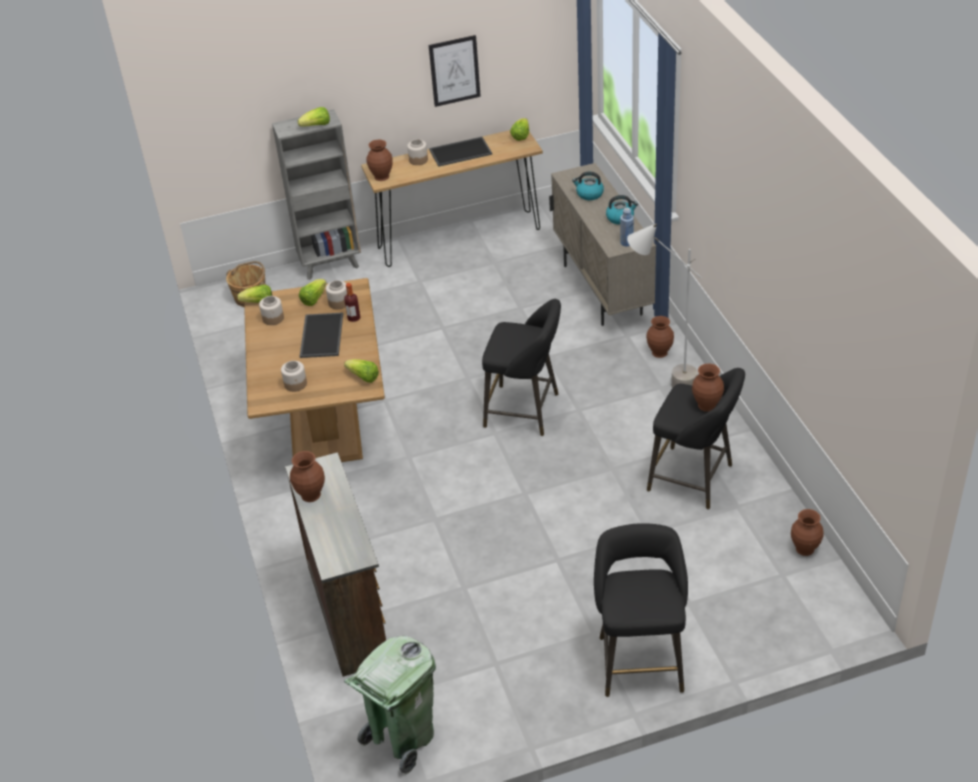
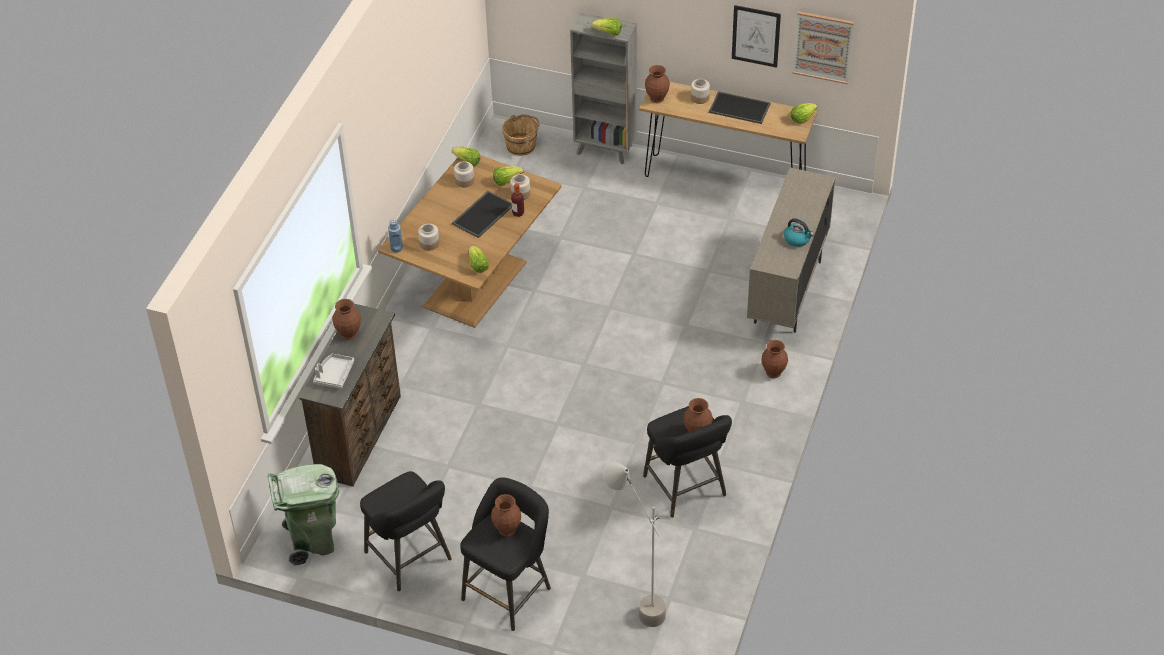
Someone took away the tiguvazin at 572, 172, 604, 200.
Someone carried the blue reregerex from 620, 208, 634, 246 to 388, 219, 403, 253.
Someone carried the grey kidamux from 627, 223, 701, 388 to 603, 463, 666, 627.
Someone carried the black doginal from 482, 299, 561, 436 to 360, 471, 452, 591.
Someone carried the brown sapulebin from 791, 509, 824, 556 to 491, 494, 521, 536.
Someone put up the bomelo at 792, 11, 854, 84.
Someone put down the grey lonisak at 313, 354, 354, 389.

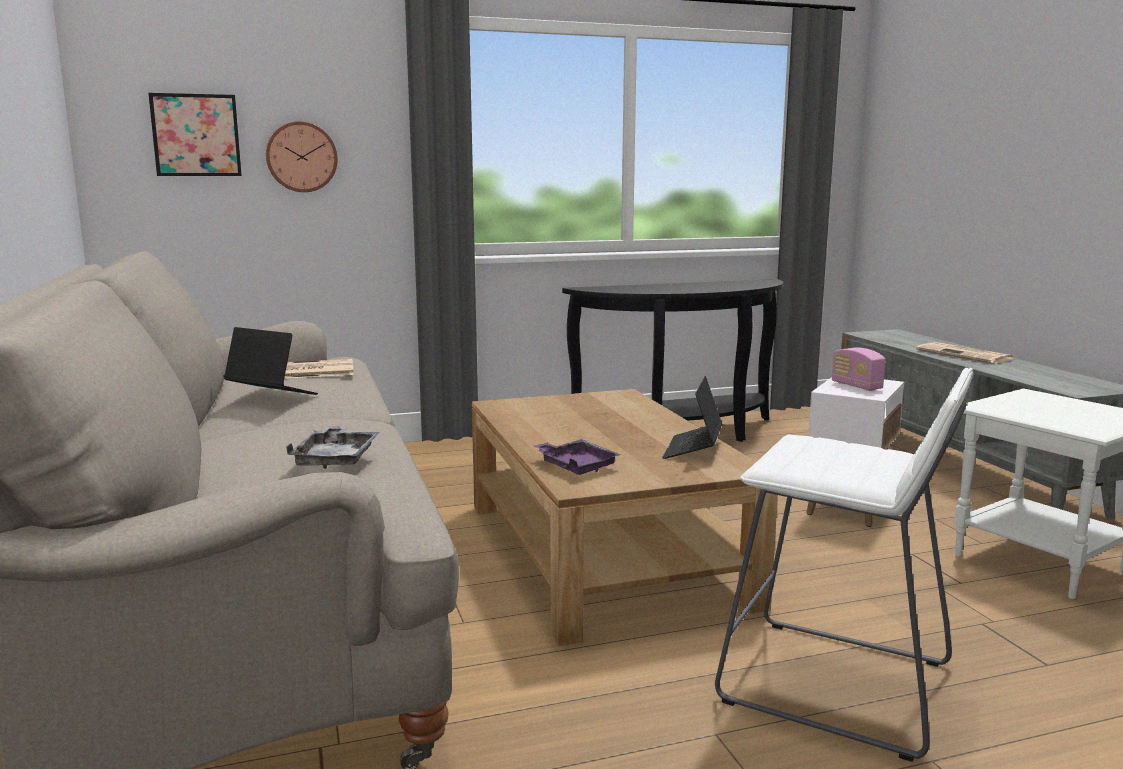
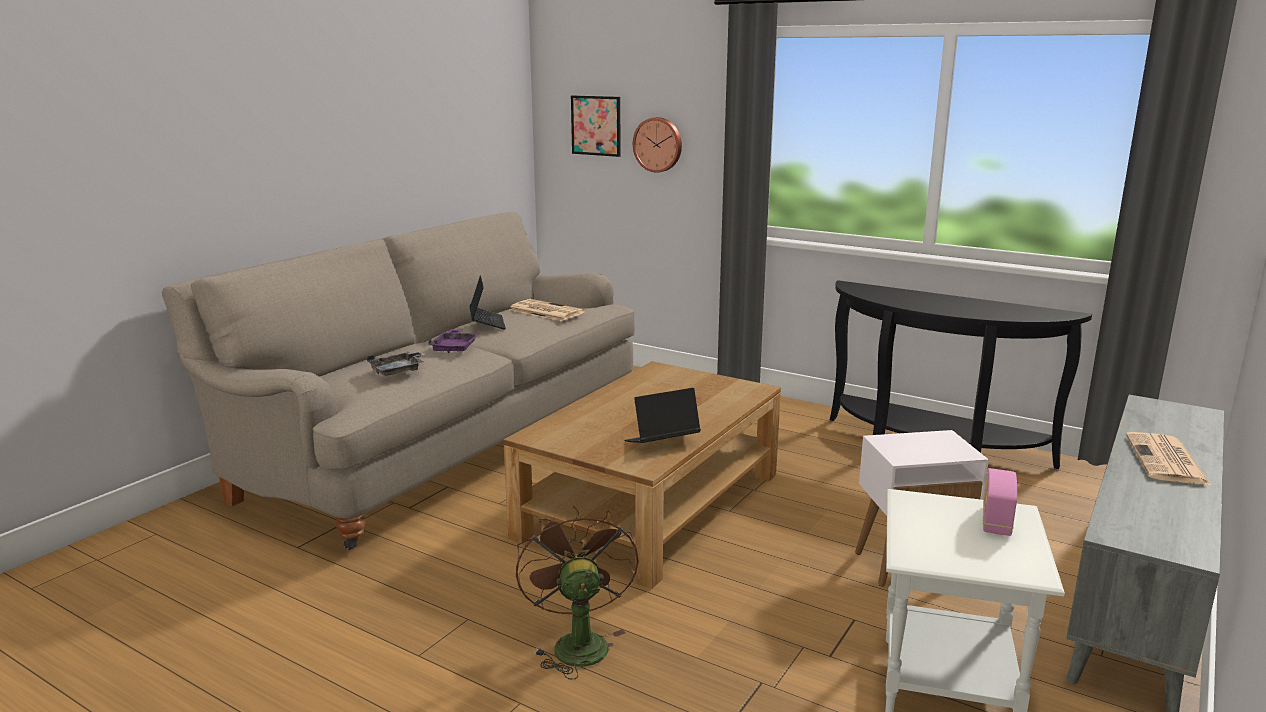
Someone carried the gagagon from 832, 347, 886, 391 to 983, 468, 1017, 536.
Someone swapped the white doginal at 715, 368, 973, 762 for the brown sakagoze at 516, 506, 639, 680.
Someone carried the purple lonisak from 533, 439, 621, 475 to 428, 329, 480, 353.

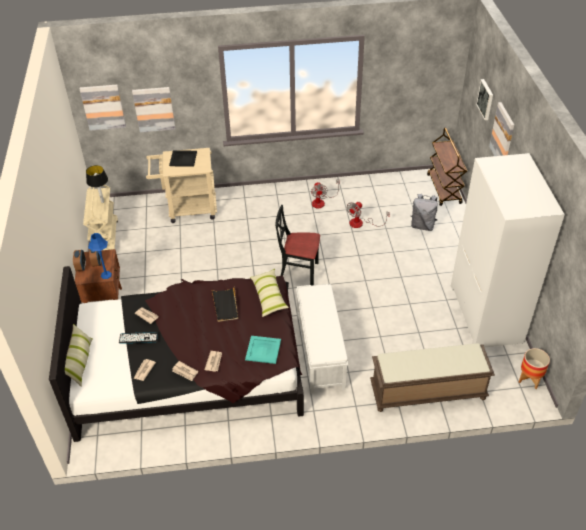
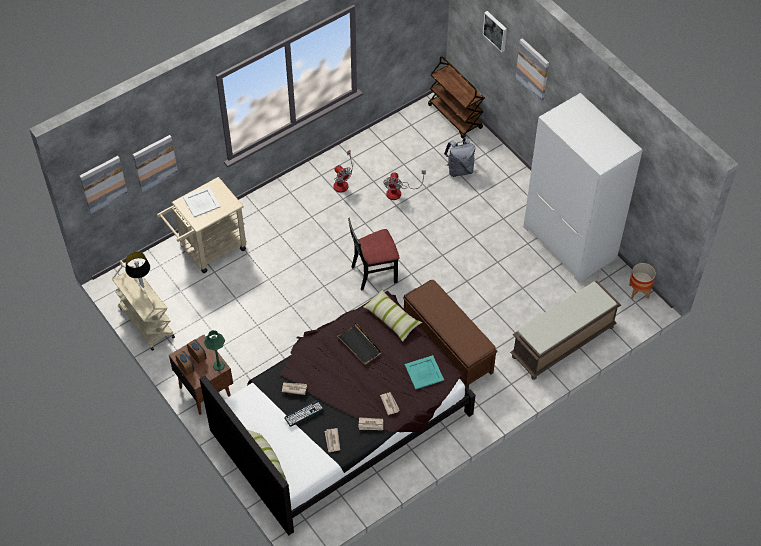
Someone repainted the black lonisak at 169, 150, 197, 167, which became the white lonisak at 183, 187, 220, 217.
Someone repainted the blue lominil at 88, 233, 112, 279, which became the green lominil at 204, 330, 225, 371.
Someone repainted the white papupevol at 296, 284, 348, 394, which became the brown papupevol at 403, 280, 498, 388.

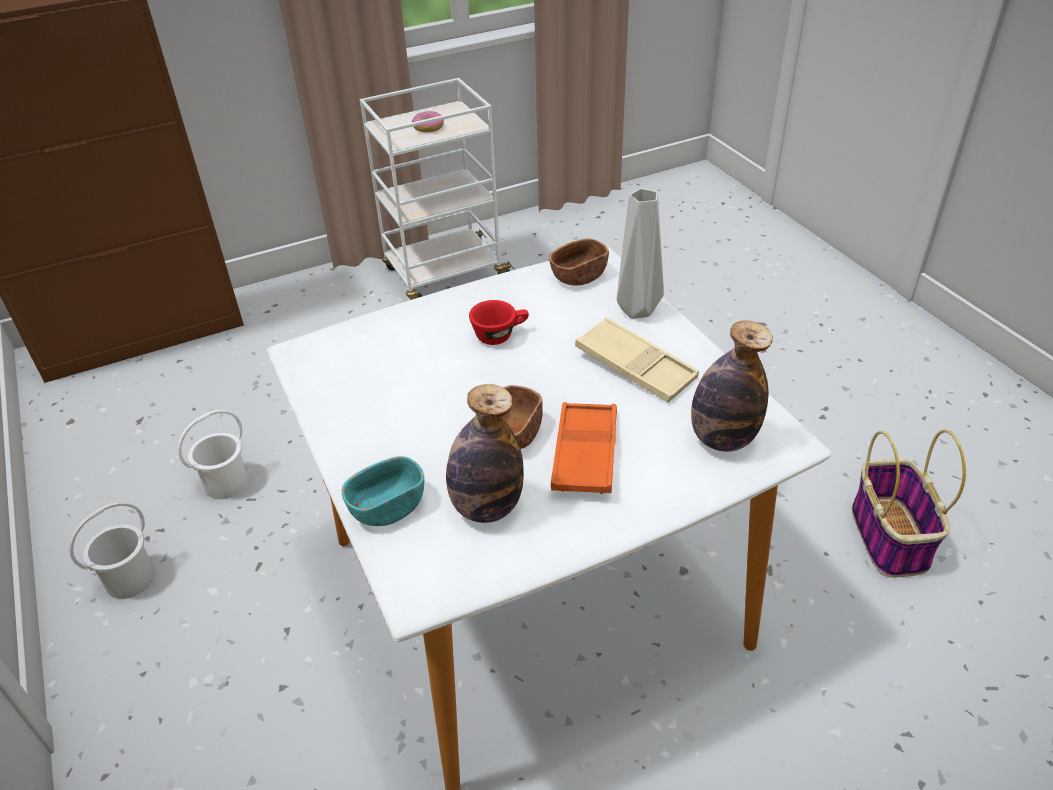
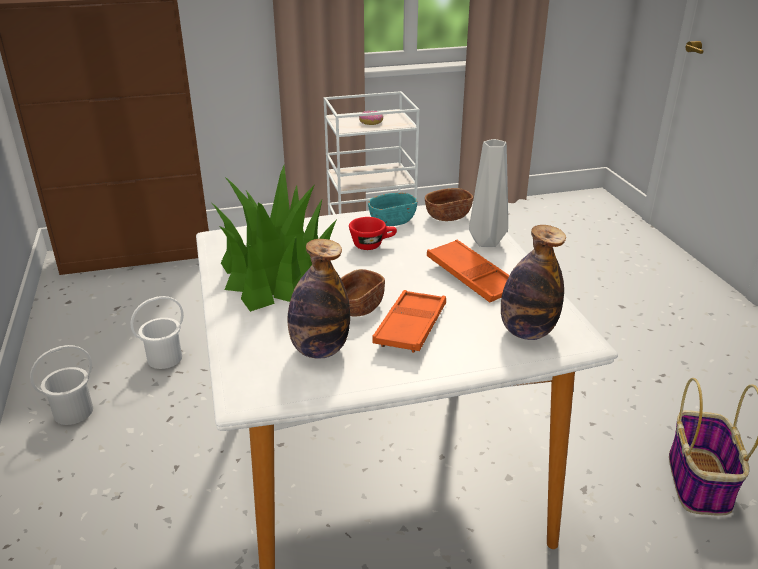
Someone repainted the beige lonisak at 575, 317, 699, 403, which became the orange lonisak at 427, 240, 509, 302.
Someone carried the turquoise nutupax from 342, 456, 424, 526 to 368, 192, 417, 226.
Someone put down the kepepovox at 212, 166, 337, 312.

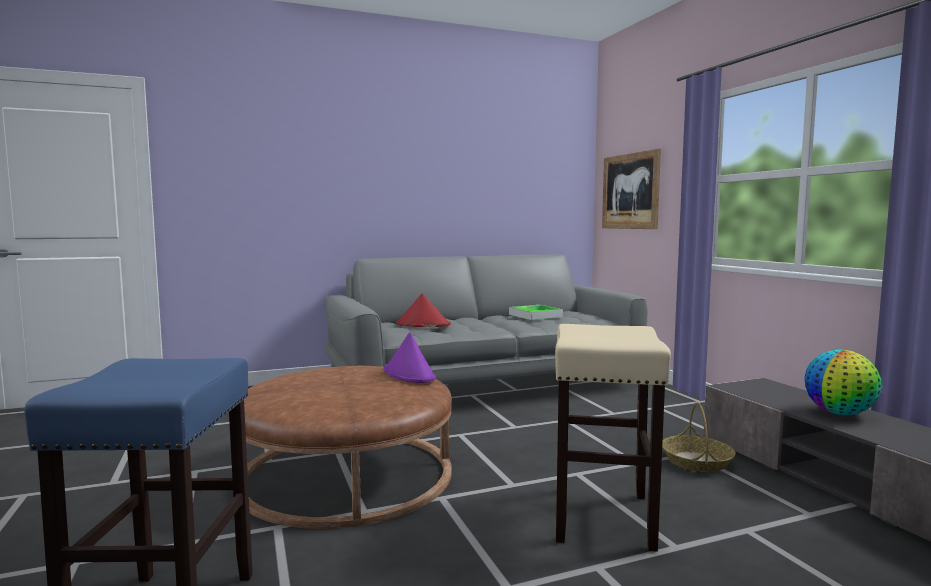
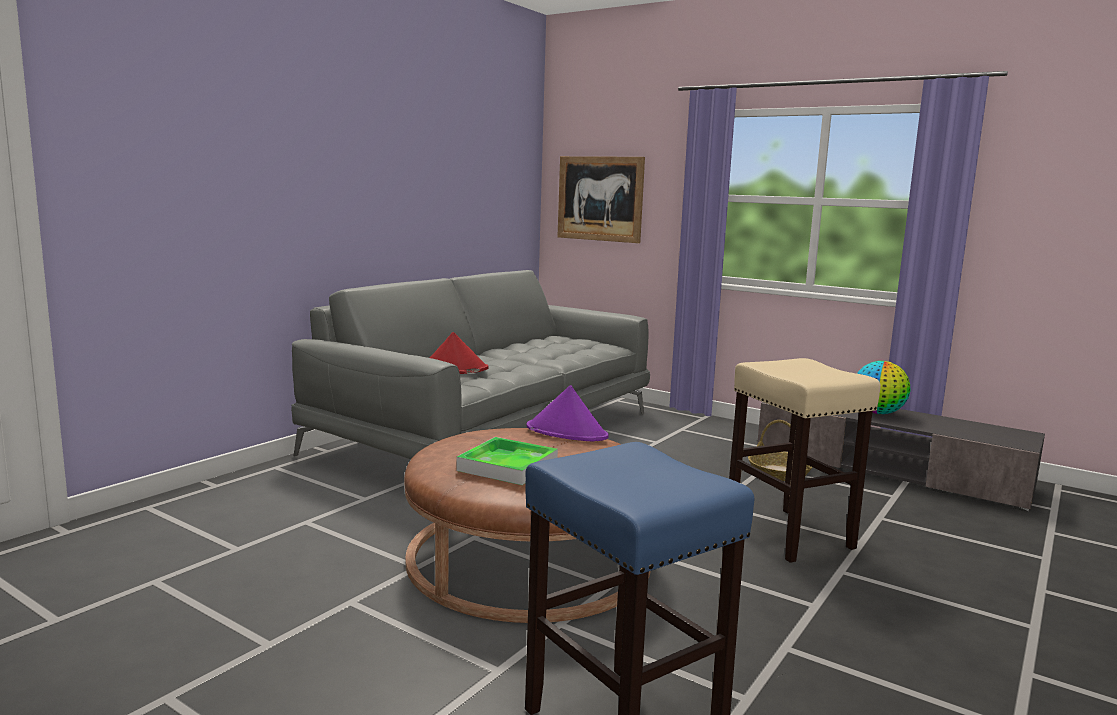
Someone carried the lonisak from 509, 305, 563, 320 to 456, 437, 558, 485.

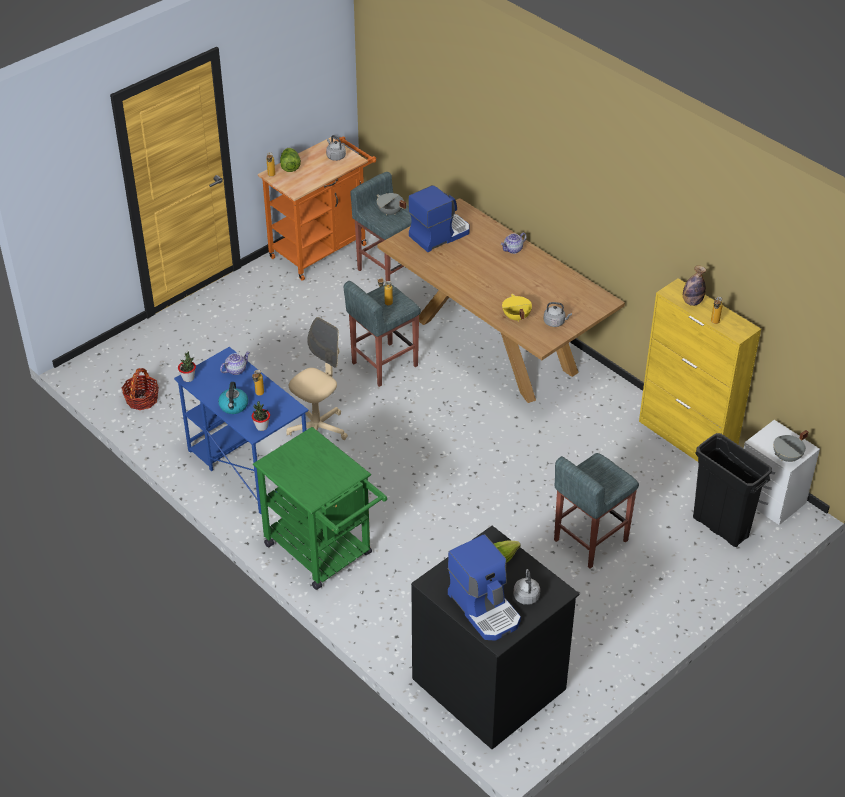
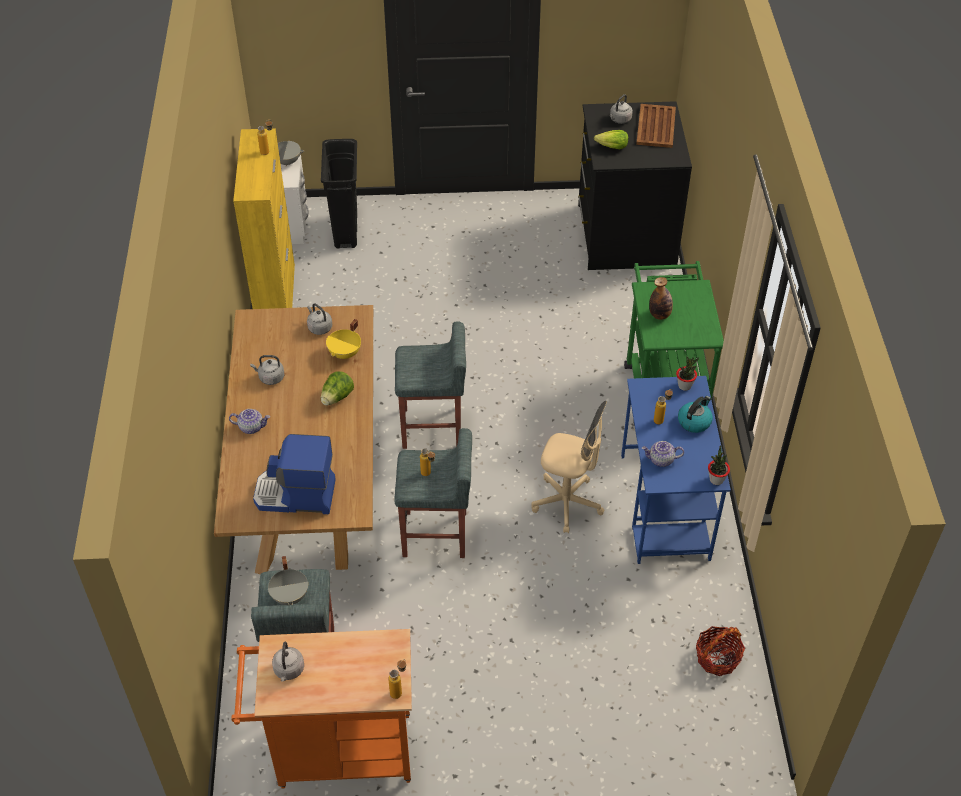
Someone carried the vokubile from 280, 148, 301, 172 to 321, 371, 354, 405.
Someone carried the reregerex from 683, 265, 706, 306 to 649, 277, 673, 320.
Someone rotated the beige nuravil at 286, 317, 348, 440 by 150 degrees counterclockwise.
Someone carried the grey doginal from 554, 453, 639, 568 to 395, 321, 466, 449.
Someone swapped the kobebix at 448, 534, 521, 641 for the brown lonisak at 636, 104, 676, 148.
Someone put down the grey tiguvazin at 250, 355, 284, 385.

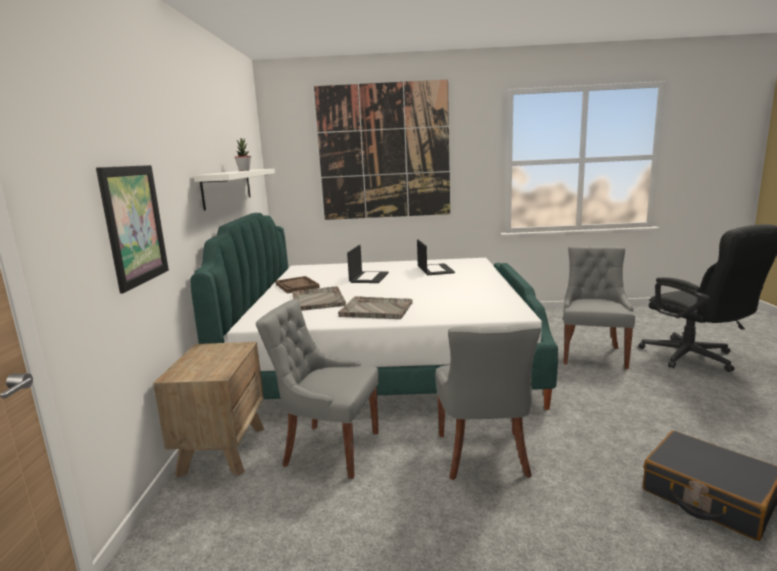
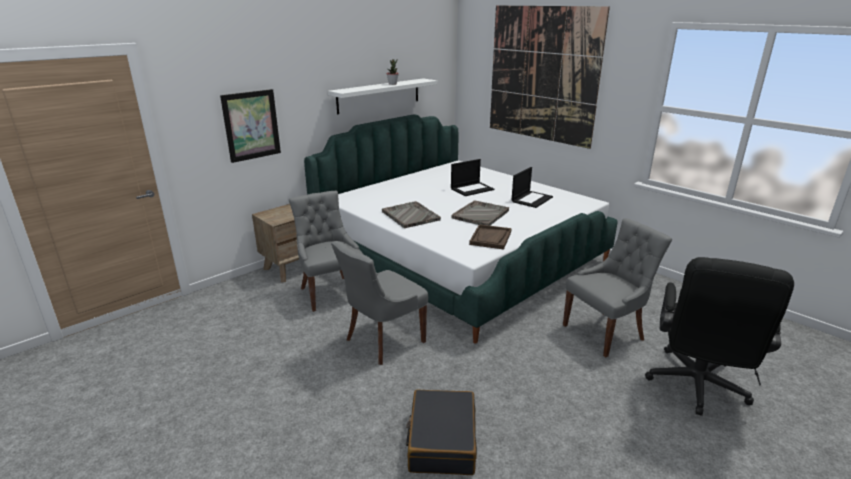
Someone carried the brown lonisak from 275, 276, 320, 294 to 469, 224, 512, 249.
Someone carried the grey lonisak from 292, 286, 346, 311 to 452, 200, 509, 226.

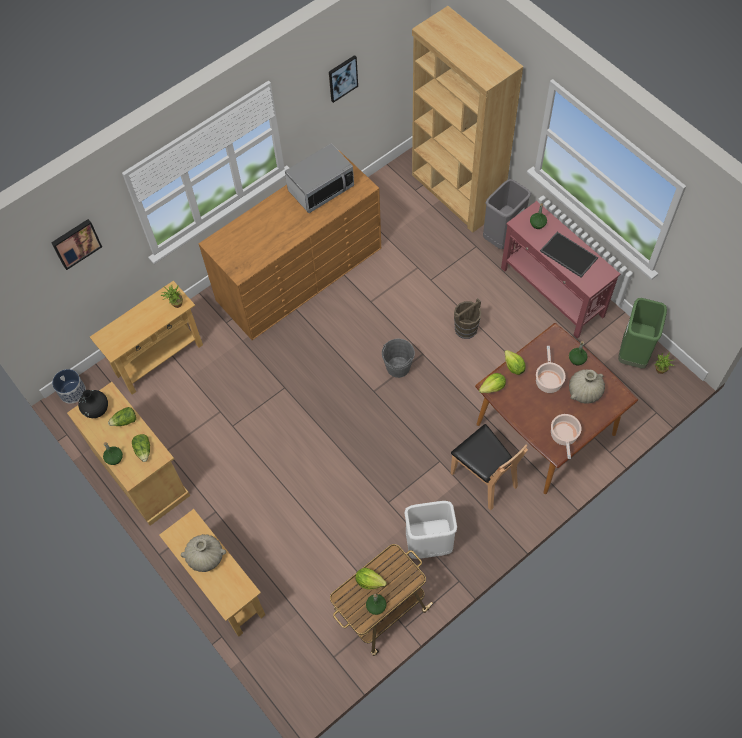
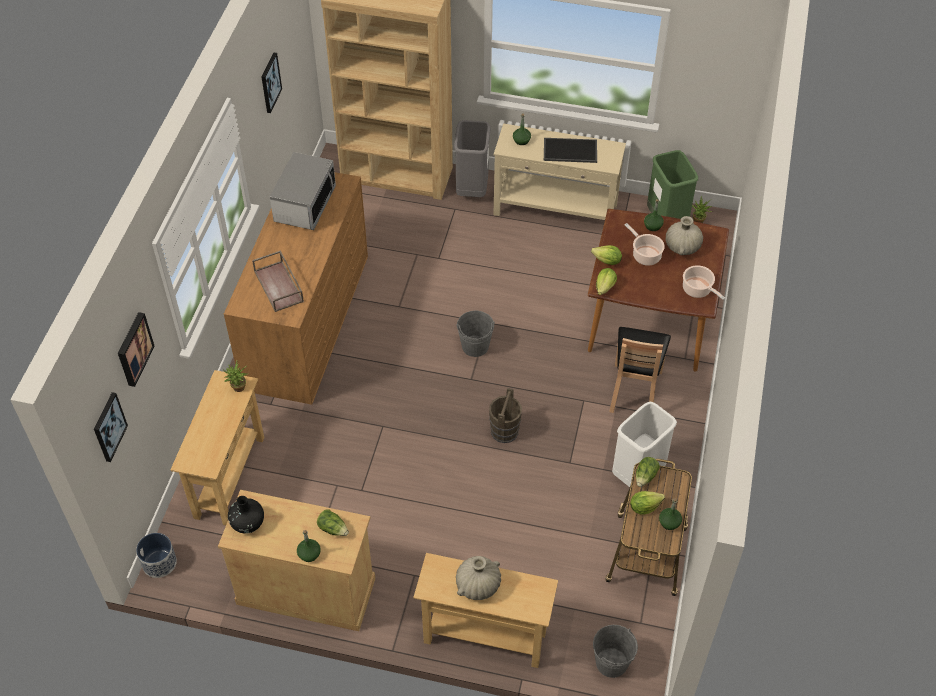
Someone repainted the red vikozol at 501, 201, 620, 339, which became the beige vikozol at 493, 123, 626, 220.
Someone carried the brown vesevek from 454, 298, 481, 339 to 489, 388, 522, 443.
Someone carried the vokubile from 108, 407, 136, 426 to 636, 457, 660, 487.
Someone rotated the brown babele at 450, 424, 528, 510 by 90 degrees clockwise.
Someone put down the brown lonisak at 252, 250, 304, 312.
Someone put up the bomelo at 94, 392, 128, 462.
Someone put down the grey vesevek at 593, 625, 638, 678.

